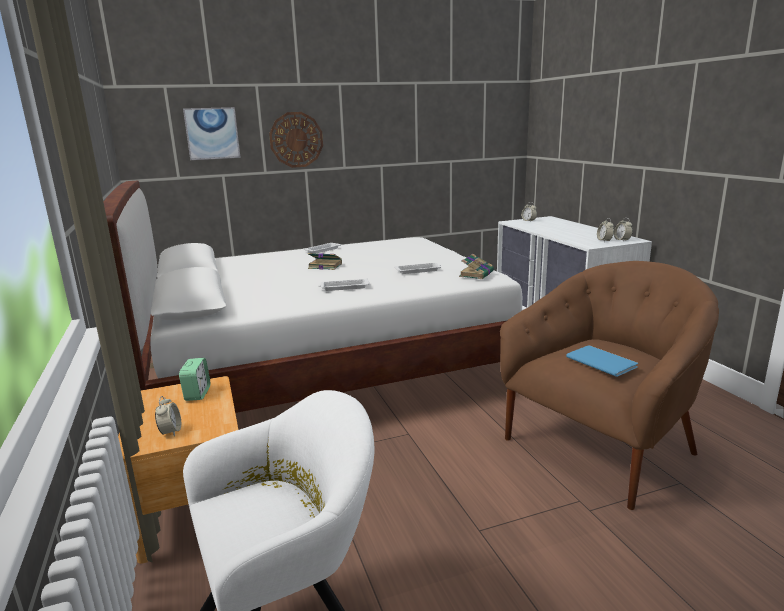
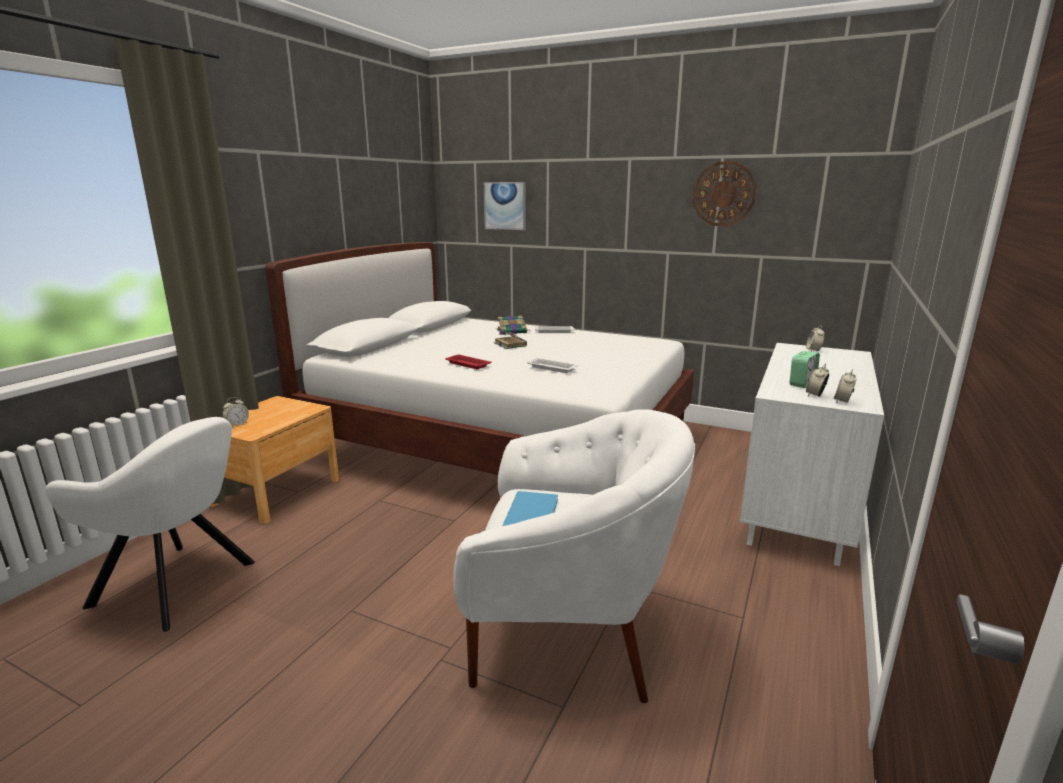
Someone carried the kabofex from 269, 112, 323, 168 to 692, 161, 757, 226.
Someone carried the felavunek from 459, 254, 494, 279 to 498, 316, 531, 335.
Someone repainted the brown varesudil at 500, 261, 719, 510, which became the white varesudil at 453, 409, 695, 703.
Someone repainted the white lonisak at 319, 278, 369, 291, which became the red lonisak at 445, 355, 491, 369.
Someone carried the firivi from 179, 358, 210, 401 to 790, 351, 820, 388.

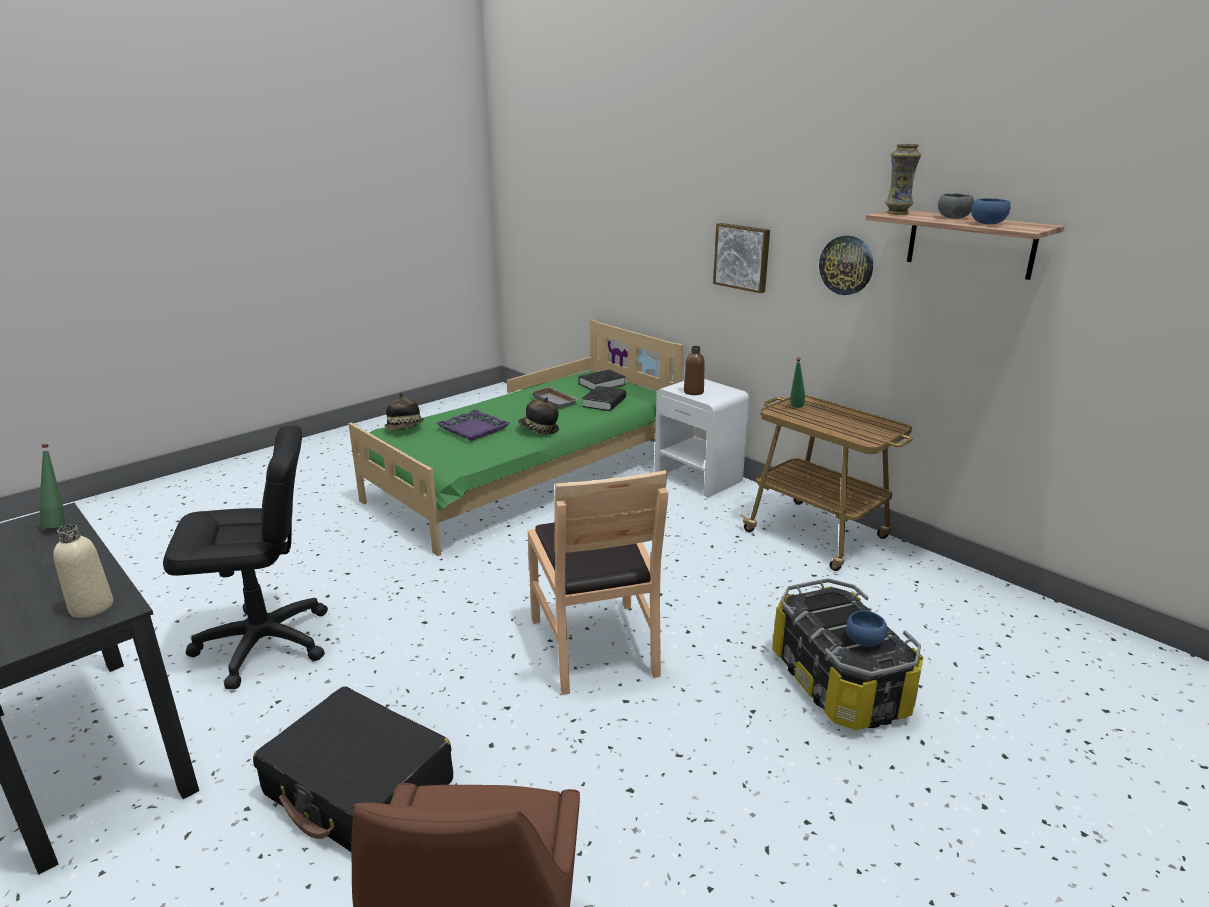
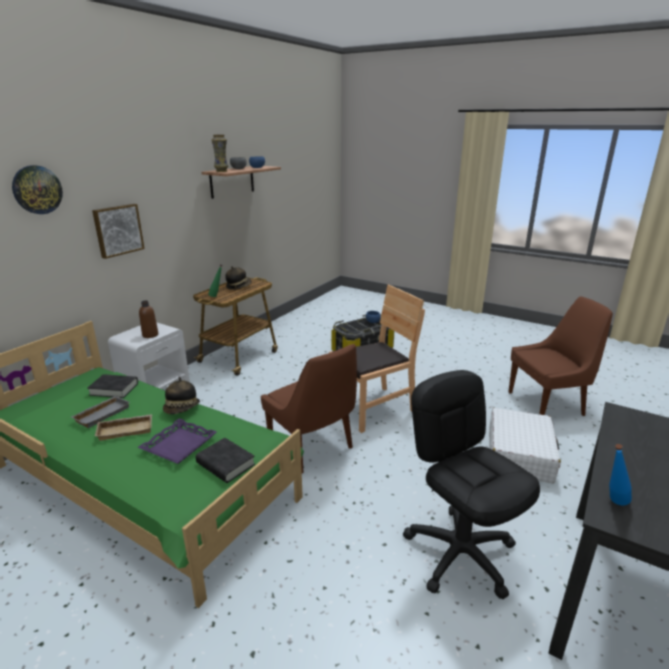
Someone carried the kabofex from 819, 236, 873, 295 to 12, 165, 63, 214.
Someone carried the black felavunek from 578, 369, 626, 390 to 196, 438, 255, 483.
Someone carried the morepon from 385, 392, 424, 430 to 225, 267, 252, 290.
Someone repainted the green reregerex at 39, 444, 65, 529, which became the blue reregerex at 609, 444, 632, 505.
Someone took away the beige reregerex at 53, 524, 113, 618.
Someone repainted the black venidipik at 253, 686, 453, 852, which became the white venidipik at 489, 408, 561, 484.
Someone put down the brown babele at 261, 344, 357, 473.
Someone put down the beige lonisak at 95, 414, 152, 441.

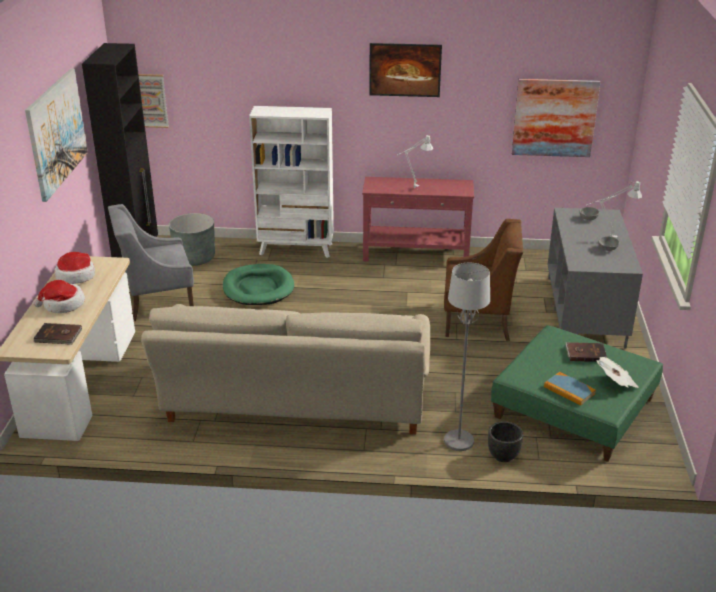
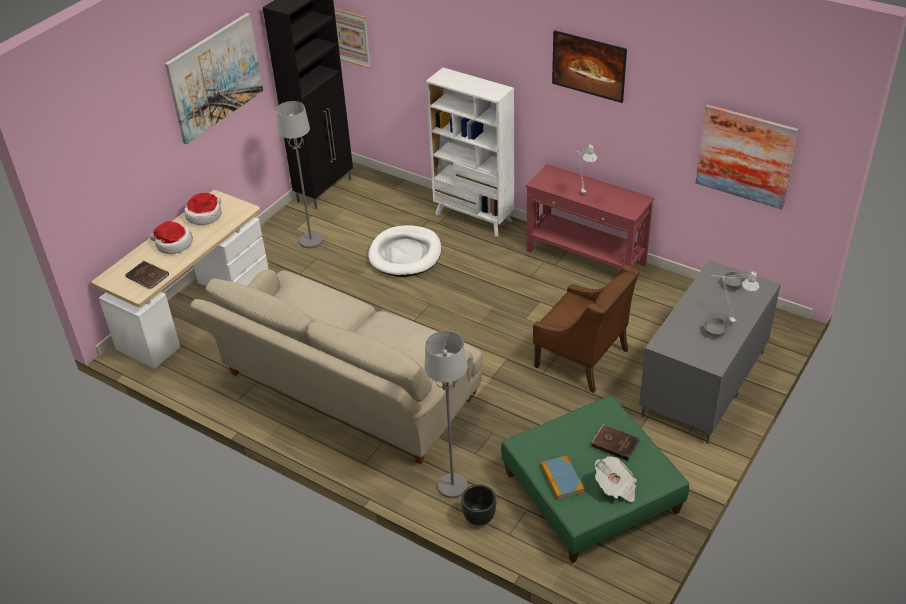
Someone swapped the grey varesudil at 108, 204, 194, 321 for the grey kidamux at 276, 101, 323, 249.
Someone took away the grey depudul at 169, 213, 215, 266.
Someone repainted the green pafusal at 223, 264, 294, 305, which became the white pafusal at 368, 225, 441, 277.

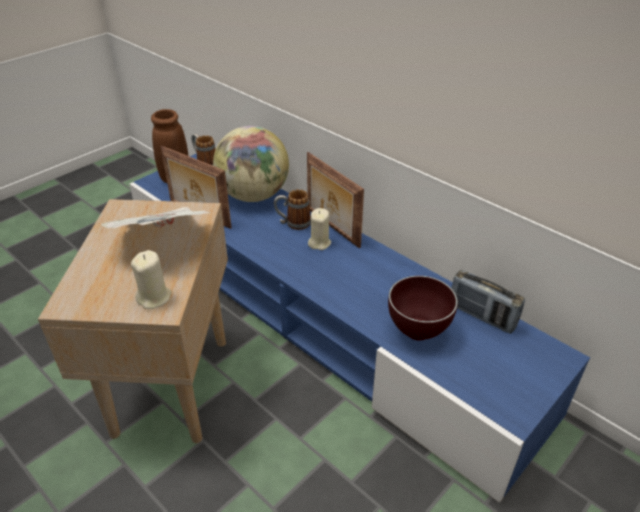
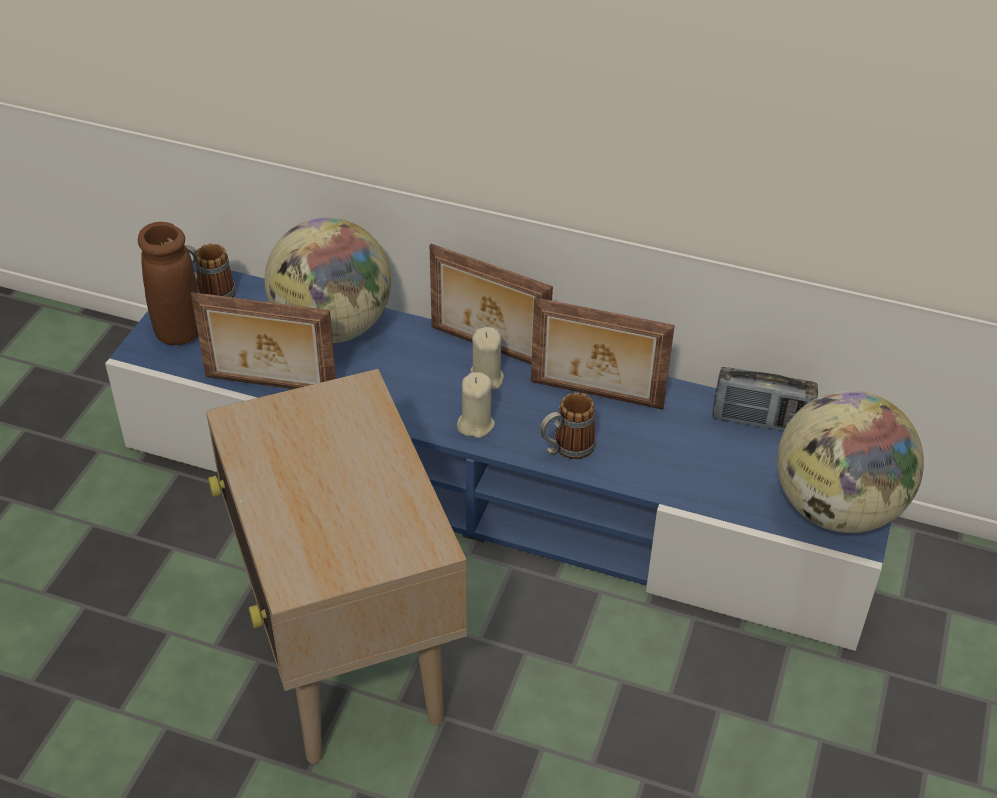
Someone carried the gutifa from 274, 189, 311, 230 to 540, 392, 596, 459.
Someone took away the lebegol at 101, 207, 210, 228.
Someone carried the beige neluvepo from 131, 250, 171, 309 to 457, 372, 495, 438.
Someone took away the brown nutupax at 388, 276, 458, 341.
Someone put down the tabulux at 531, 297, 675, 410.
Someone put down the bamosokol at 777, 390, 924, 533.

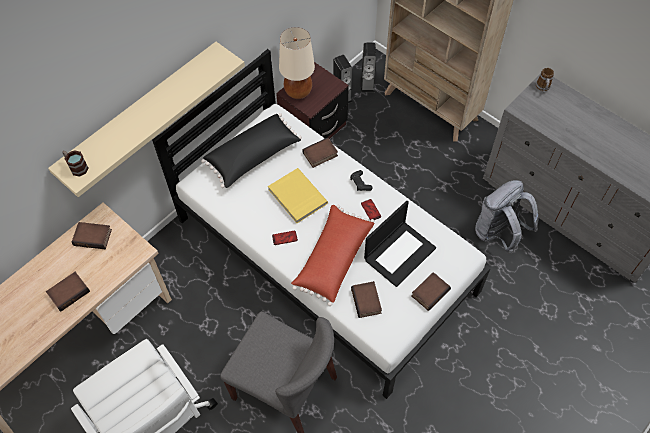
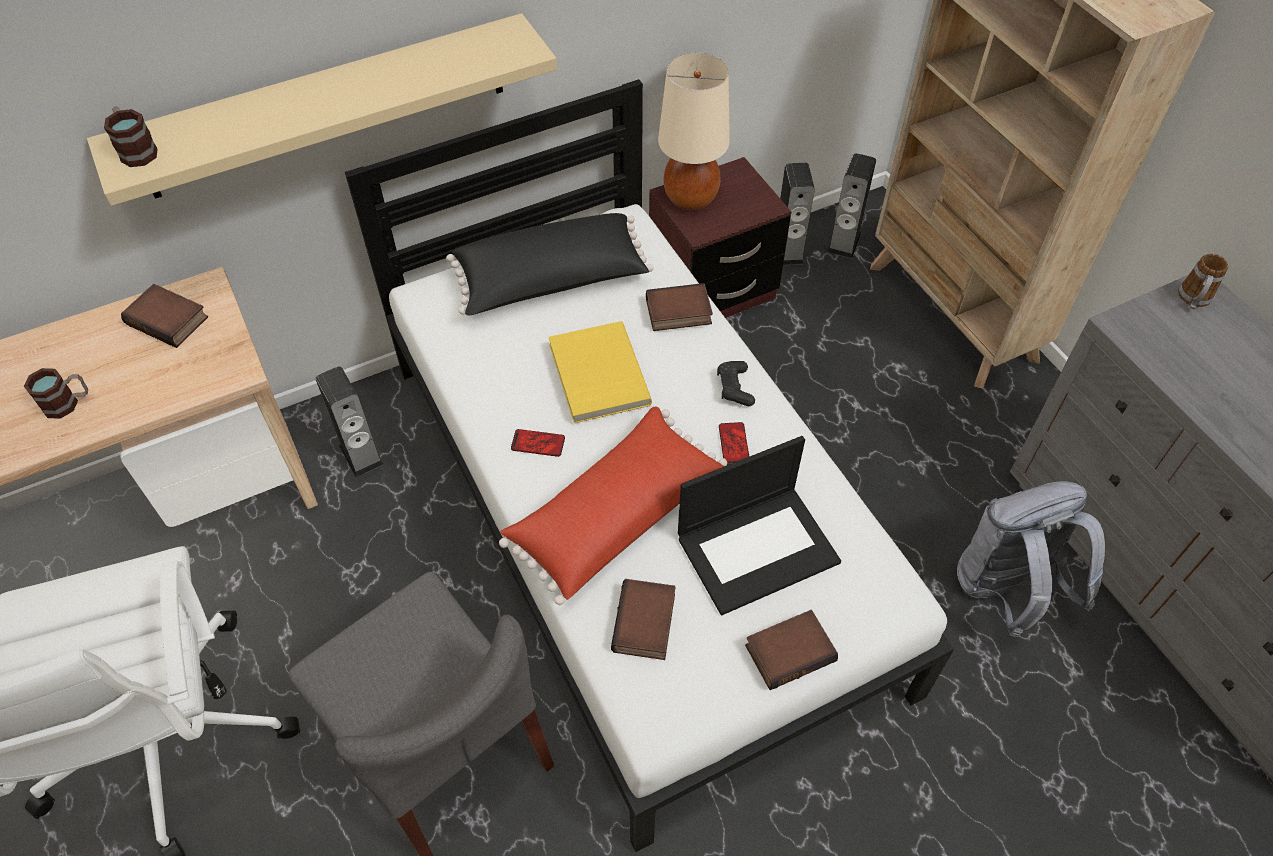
Someone swapped the felavunek at 46, 272, 90, 312 for the gutifa at 24, 368, 88, 419.
Someone put down the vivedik at 315, 366, 384, 477.

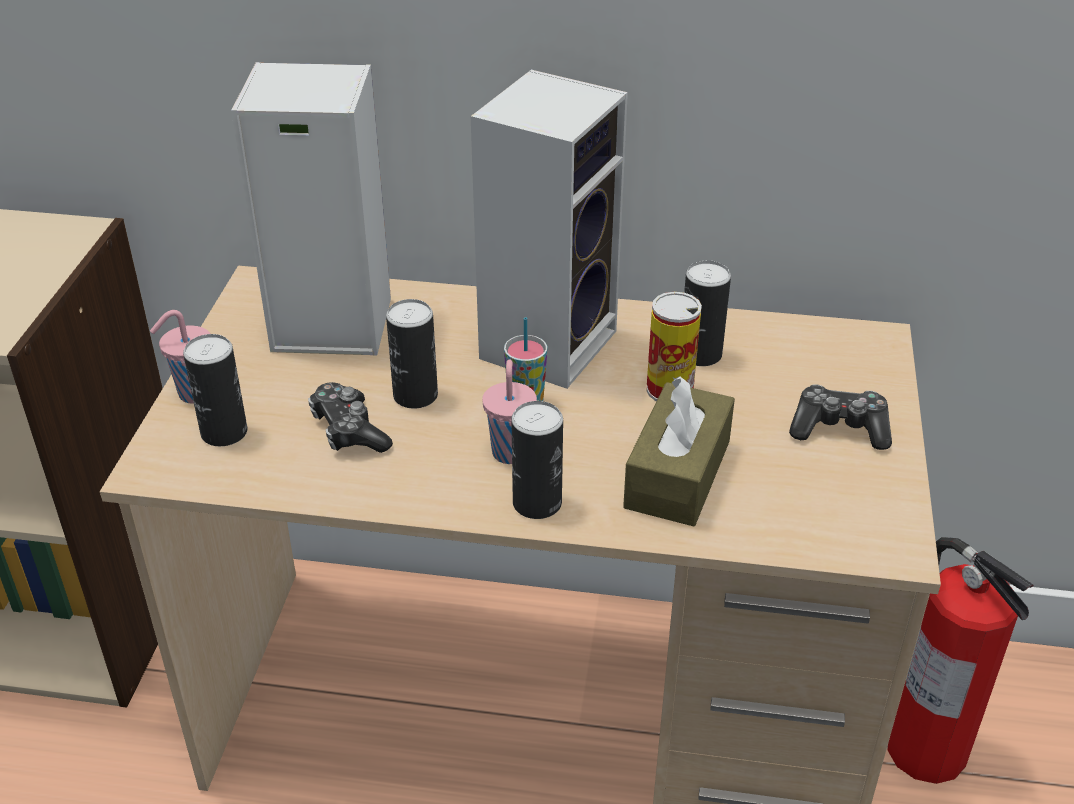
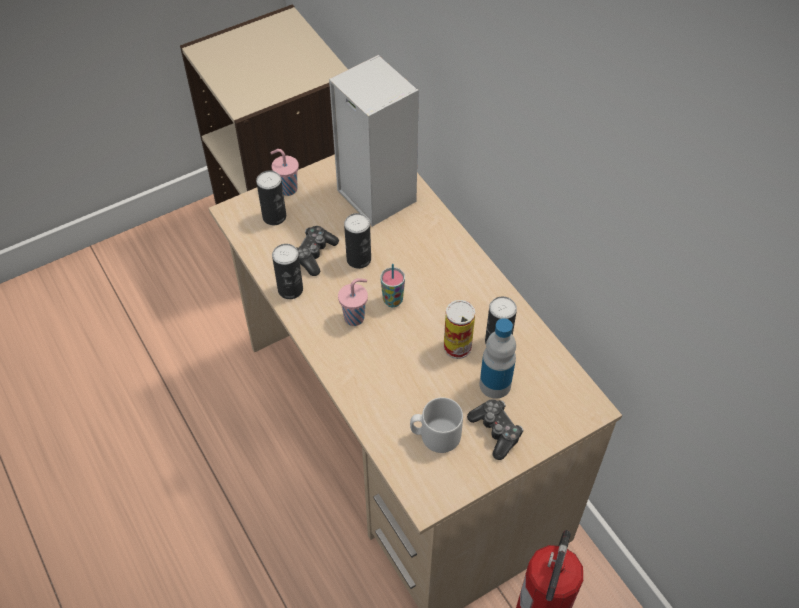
Someone took away the vivedik at 471, 70, 628, 389.
Someone took away the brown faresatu at 623, 376, 735, 526.
Someone carried the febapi from 511, 401, 563, 519 to 272, 244, 303, 299.
Someone put down the reregerex at 479, 318, 516, 399.
Someone put down the grey gutifa at 410, 397, 463, 453.

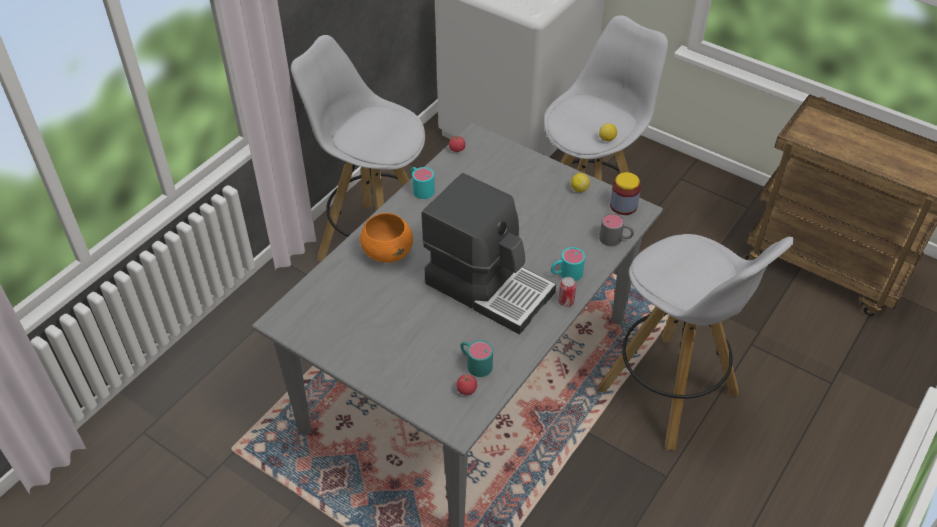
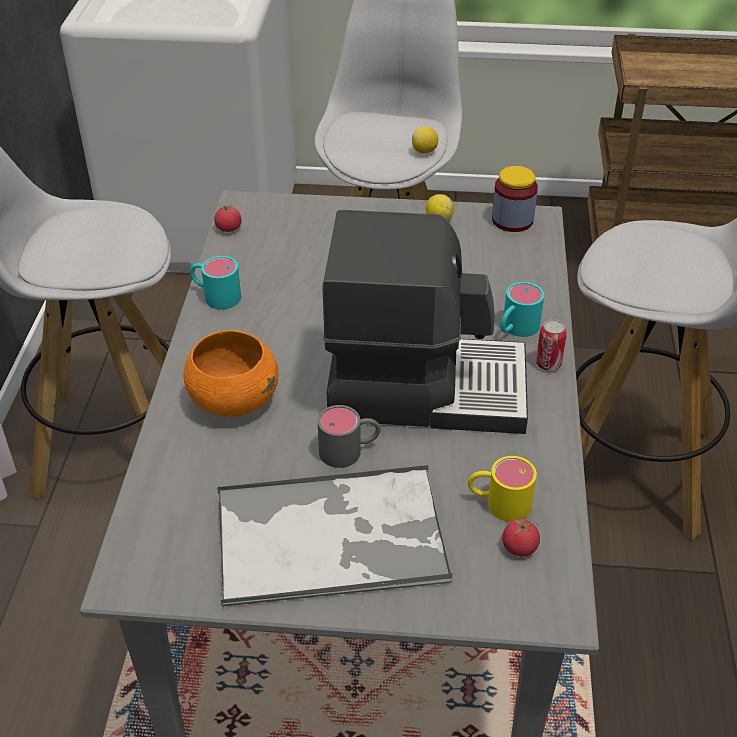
Someone carried the grey gutifa from 599, 213, 634, 246 to 318, 405, 381, 468.
Someone repainted the turquoise gutifa at 460, 340, 493, 377, which became the yellow gutifa at 468, 456, 537, 522.
Someone put down the lonisak at 217, 465, 452, 606.

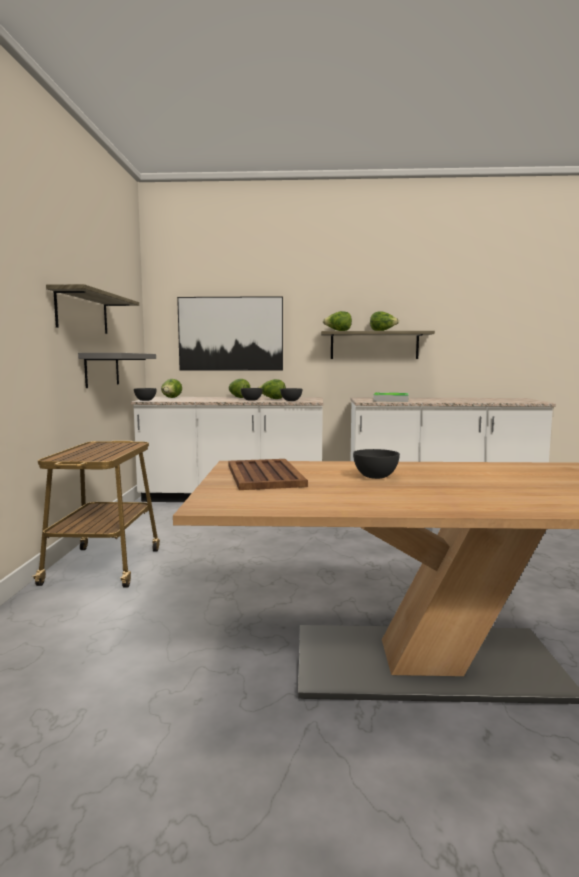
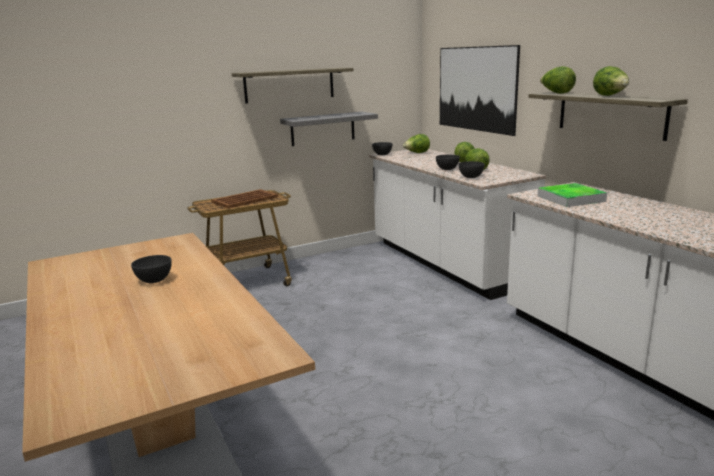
Someone carried the brown lonisak from 229, 459, 308, 490 to 211, 189, 278, 209.

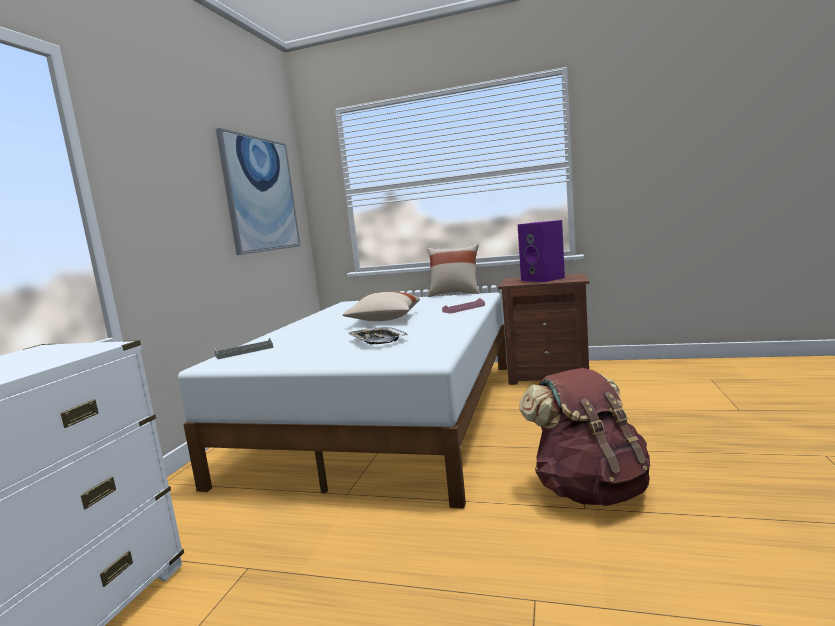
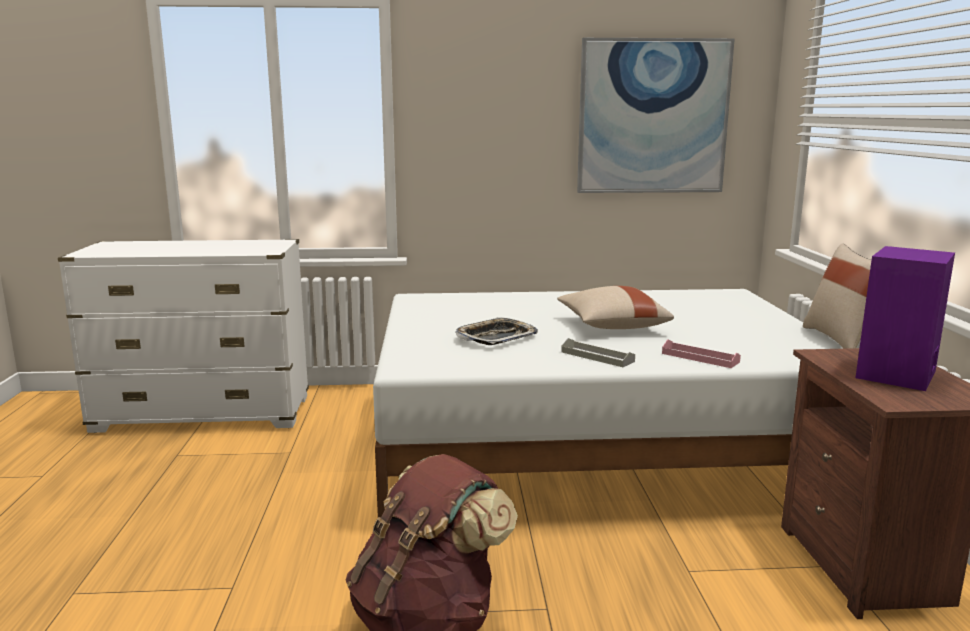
Someone carried the grey lonisak from 215, 338, 273, 359 to 561, 338, 635, 367.

